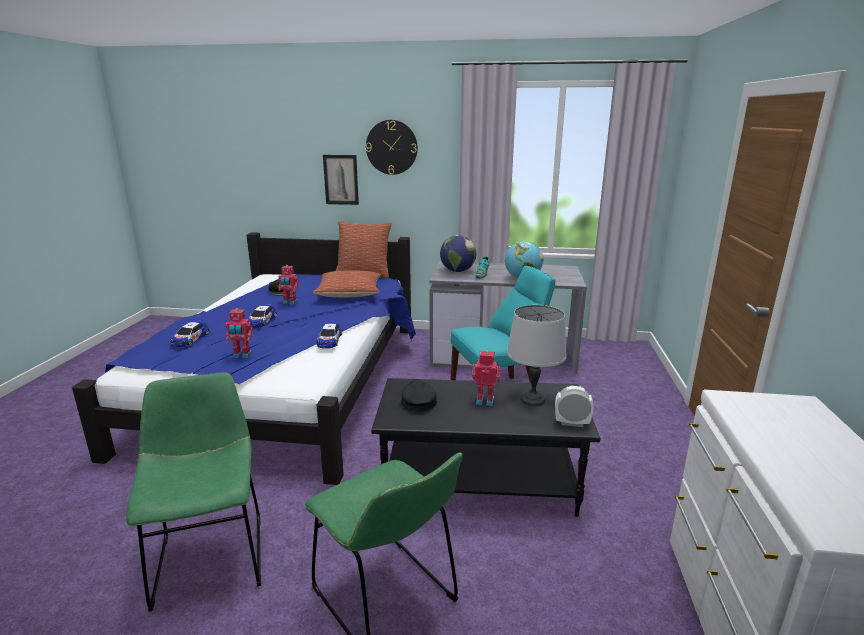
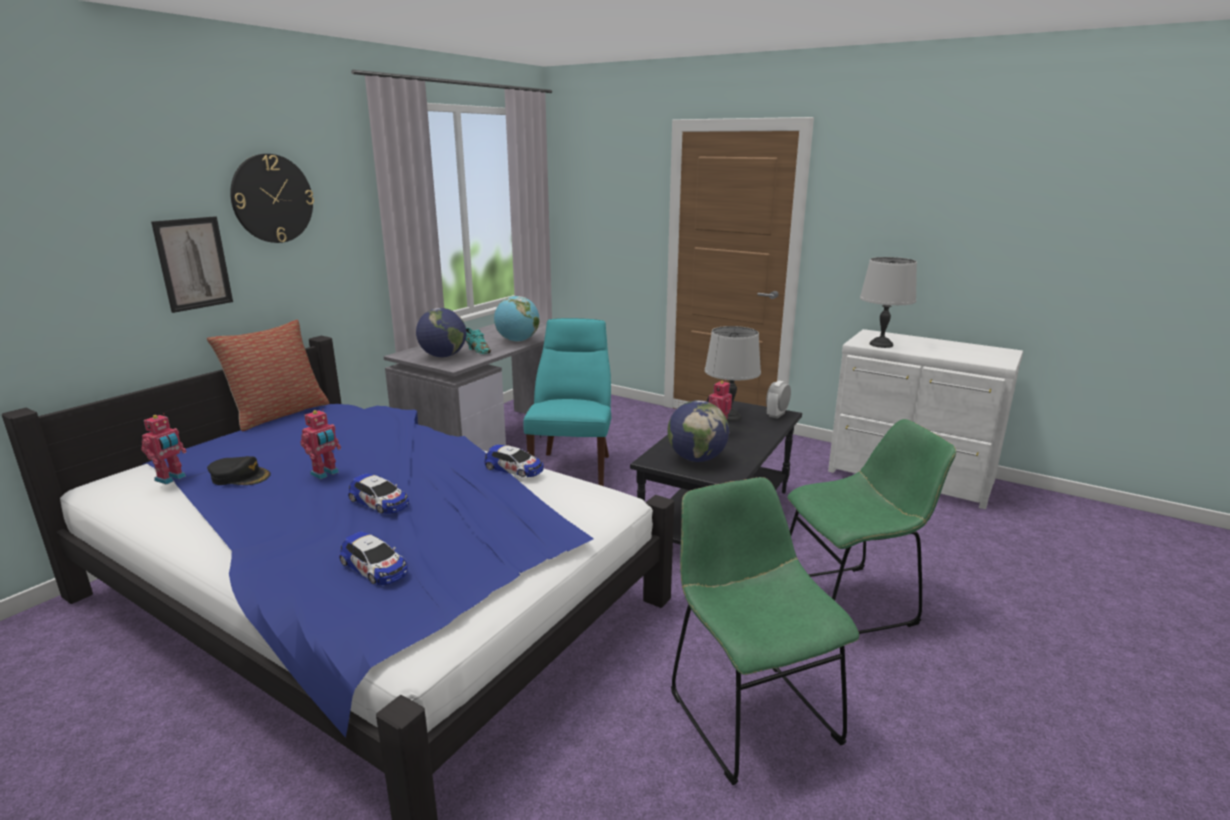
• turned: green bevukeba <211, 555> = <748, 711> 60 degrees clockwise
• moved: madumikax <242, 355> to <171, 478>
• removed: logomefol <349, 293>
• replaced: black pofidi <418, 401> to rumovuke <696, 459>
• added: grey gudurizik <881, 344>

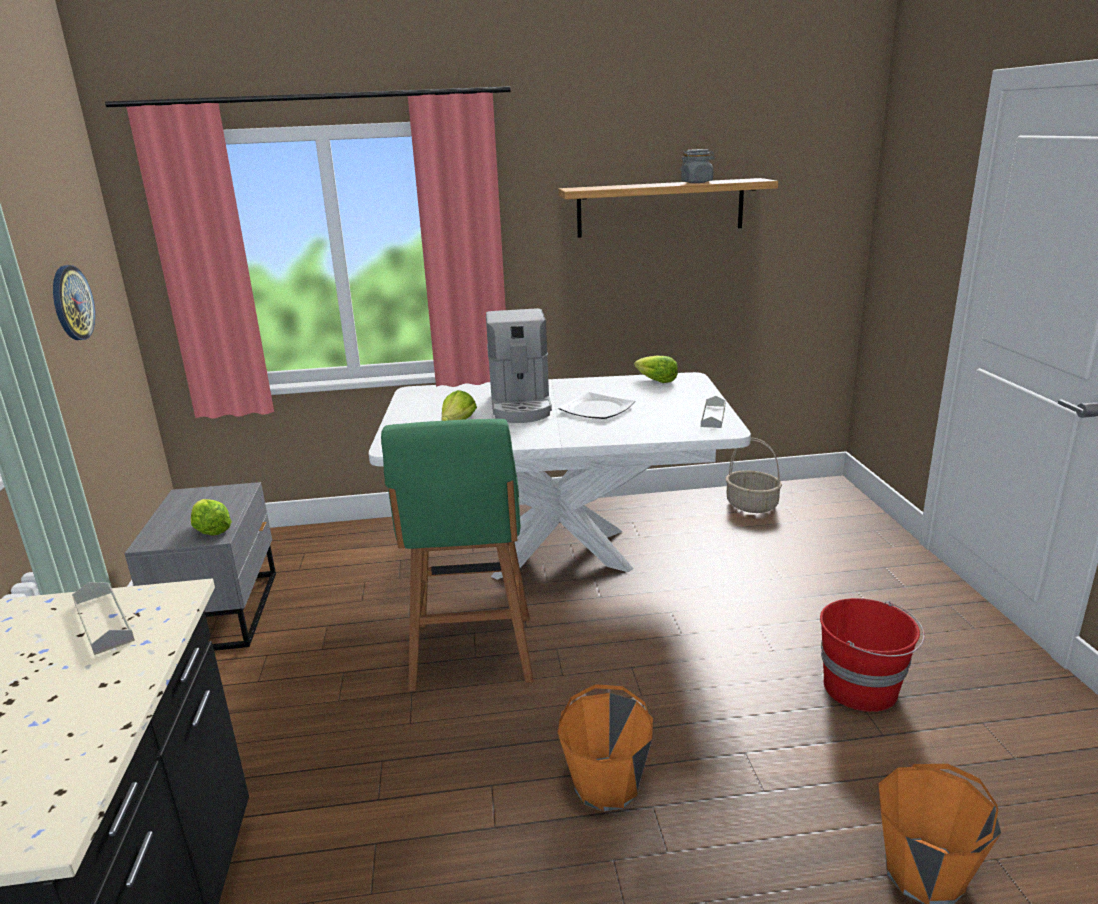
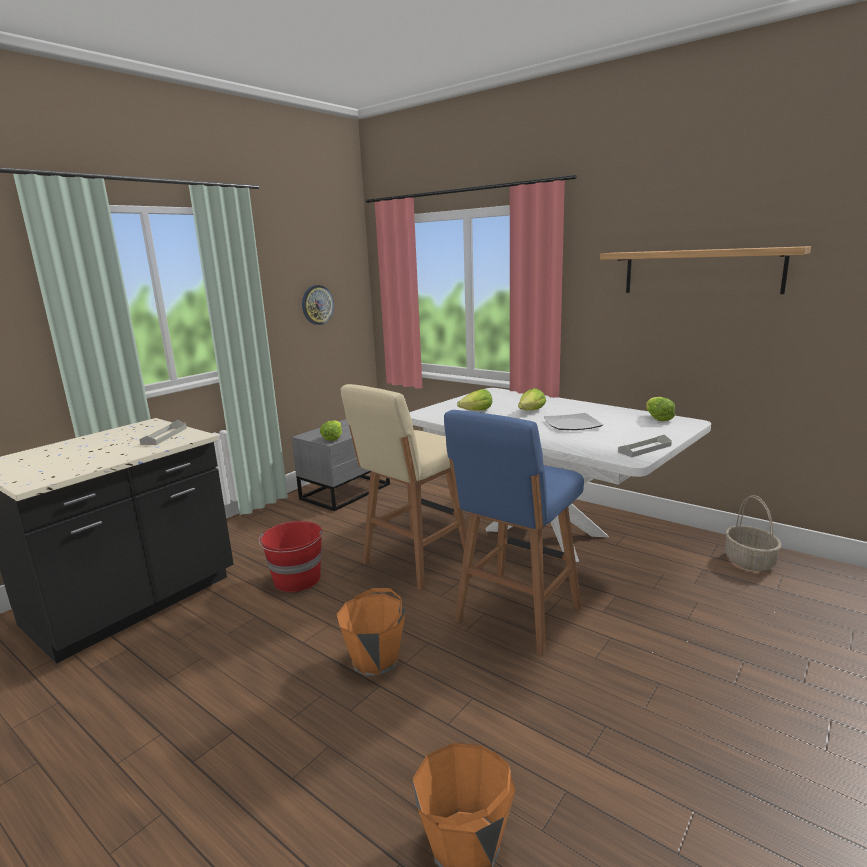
• recoloured: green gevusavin <472, 655> to beige gevusavin <414, 562>
• replaced: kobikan <521, 406> to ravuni <531, 411>
• removed: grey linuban <697, 182>
• moved: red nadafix <862, 688> to <297, 580>
• added: blue gevusavin <516, 616>

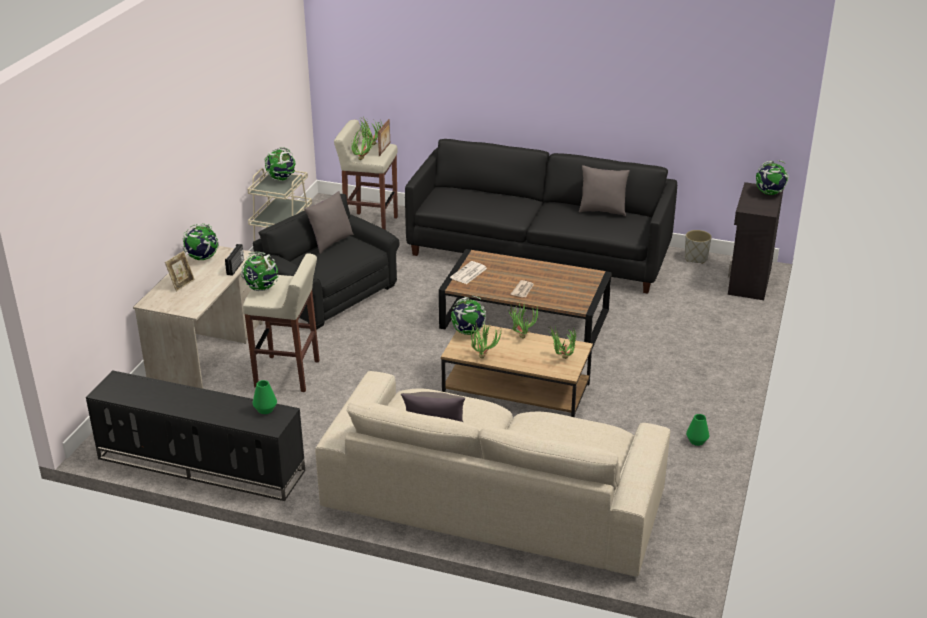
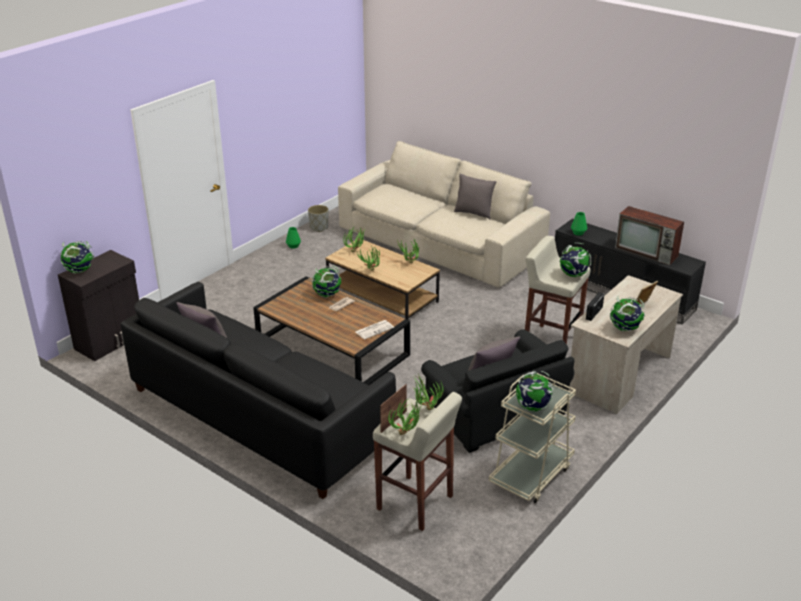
• moved: rumovuke <468, 332> to <327, 294>
• moved: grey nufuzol <696, 258> to <318, 228>
• added: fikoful <647, 252>

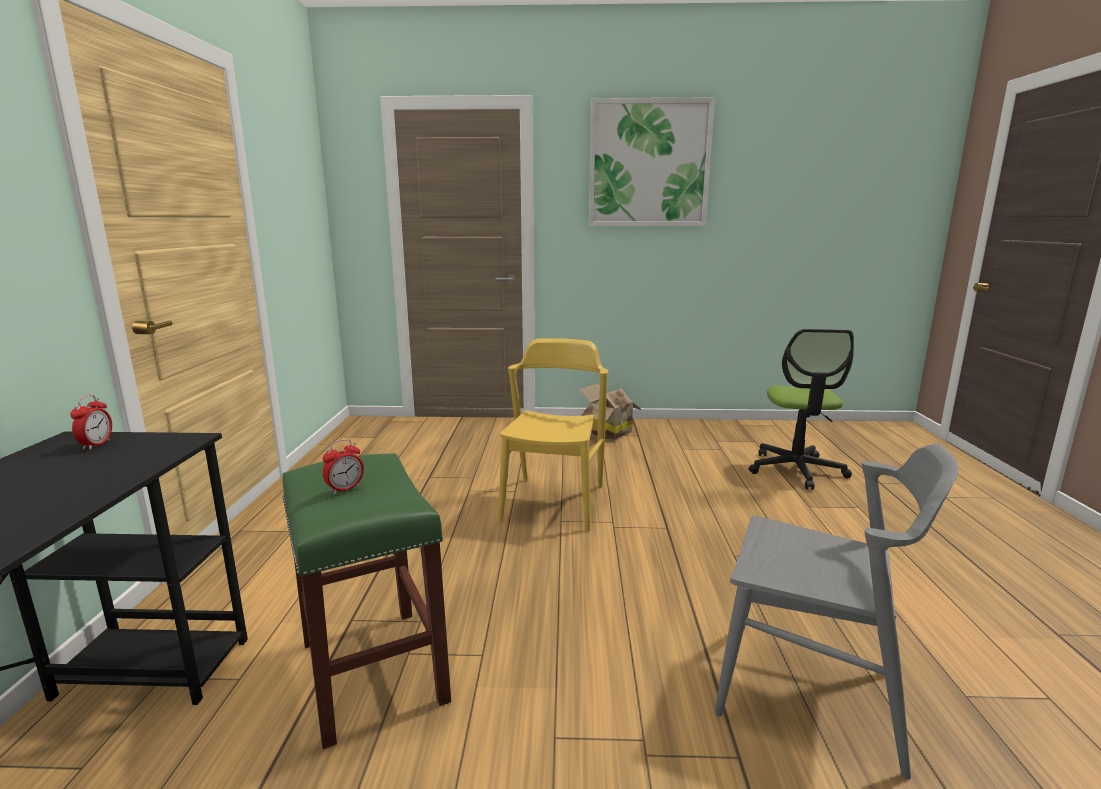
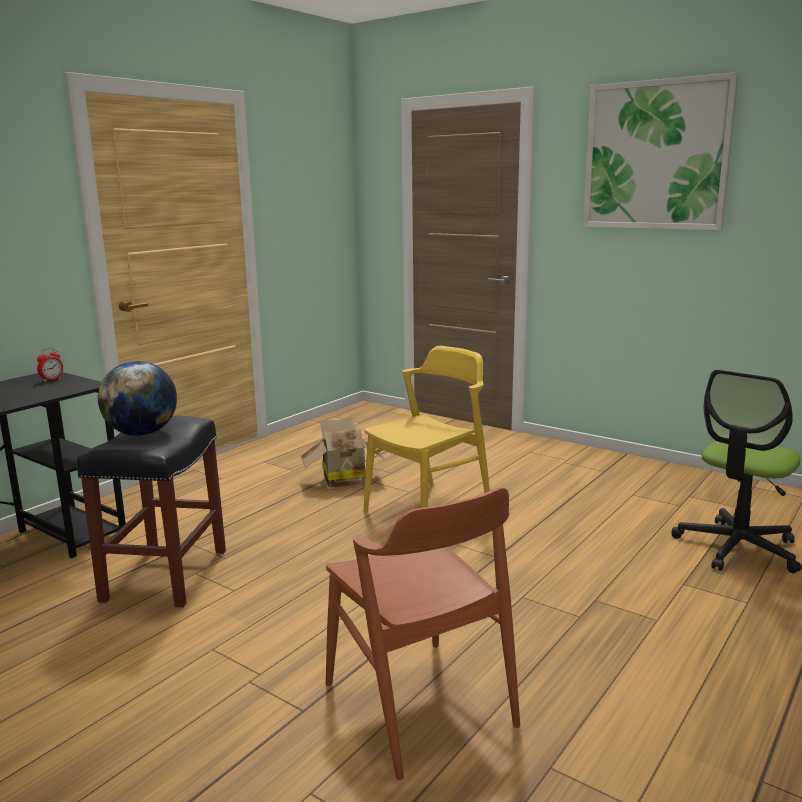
• recoloured: green gevusavin <374, 672> to black gevusavin <165, 576>
• replaced: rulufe <345, 489> to rumovuke <142, 433>
• moved: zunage <607, 433> to <342, 479>
• recoloured: grey bevukeba <811, 691> to brown bevukeba <419, 704>

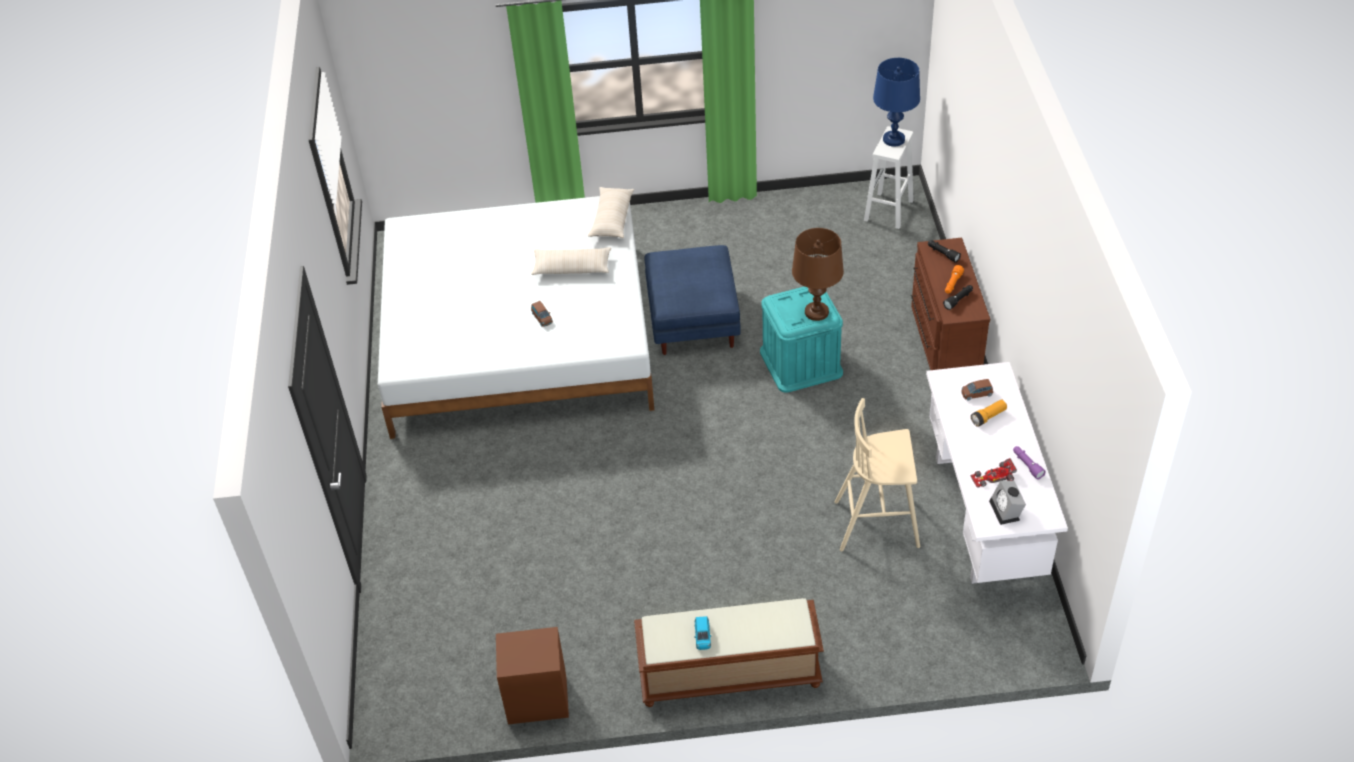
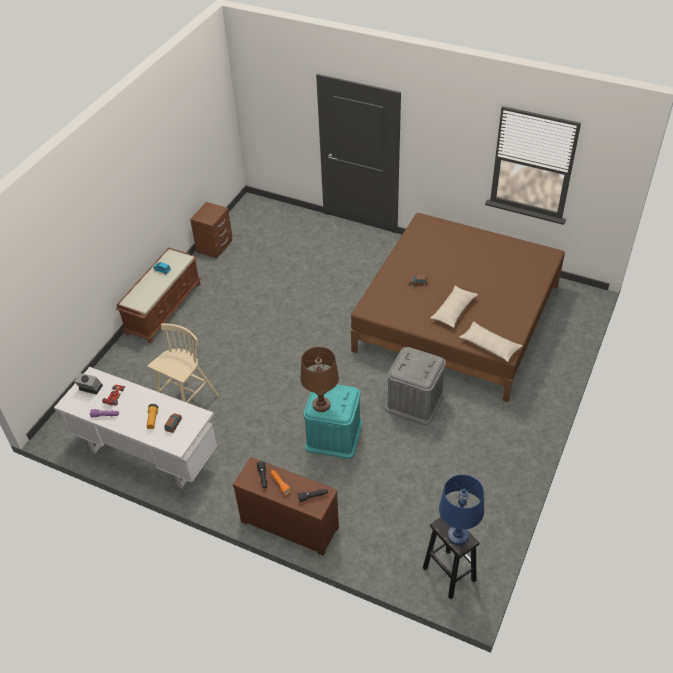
• recoloured: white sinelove <519, 337> to brown sinelove <458, 318>
• replaced: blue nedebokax <692, 318> to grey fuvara <415, 401>
• recoloured: white gevusavin <888, 211> to black gevusavin <448, 573>

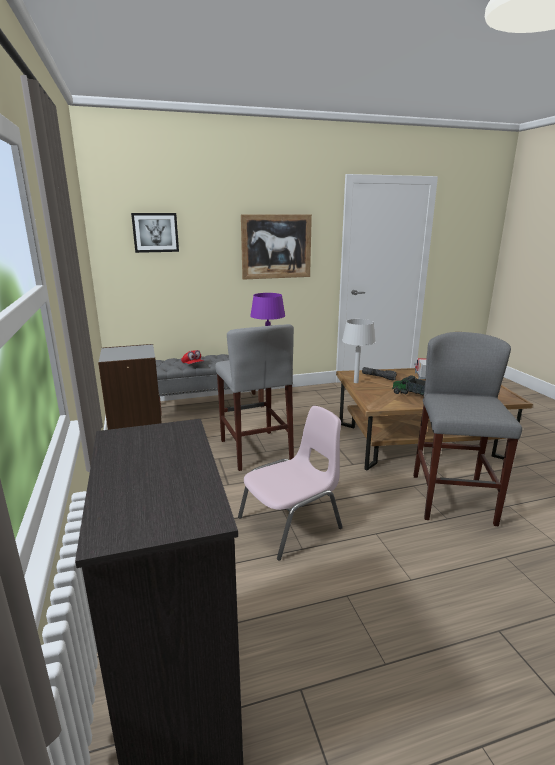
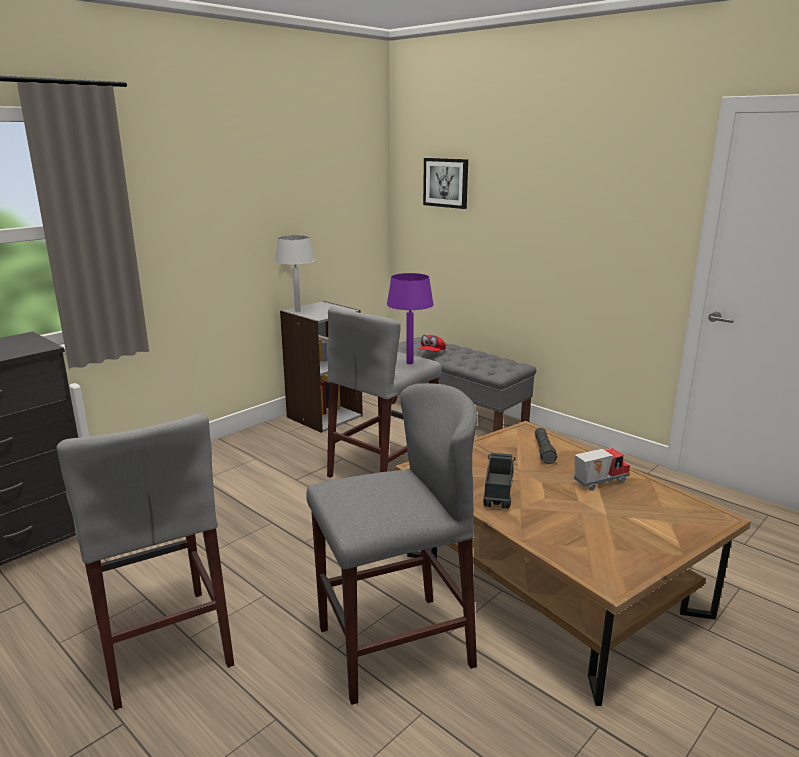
• removed: pink bevukeba <291, 523>
• removed: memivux <276, 246>
• moved: grey gudurizik <356, 382> to <298, 311>
• added: grey gevusavin <163, 643>

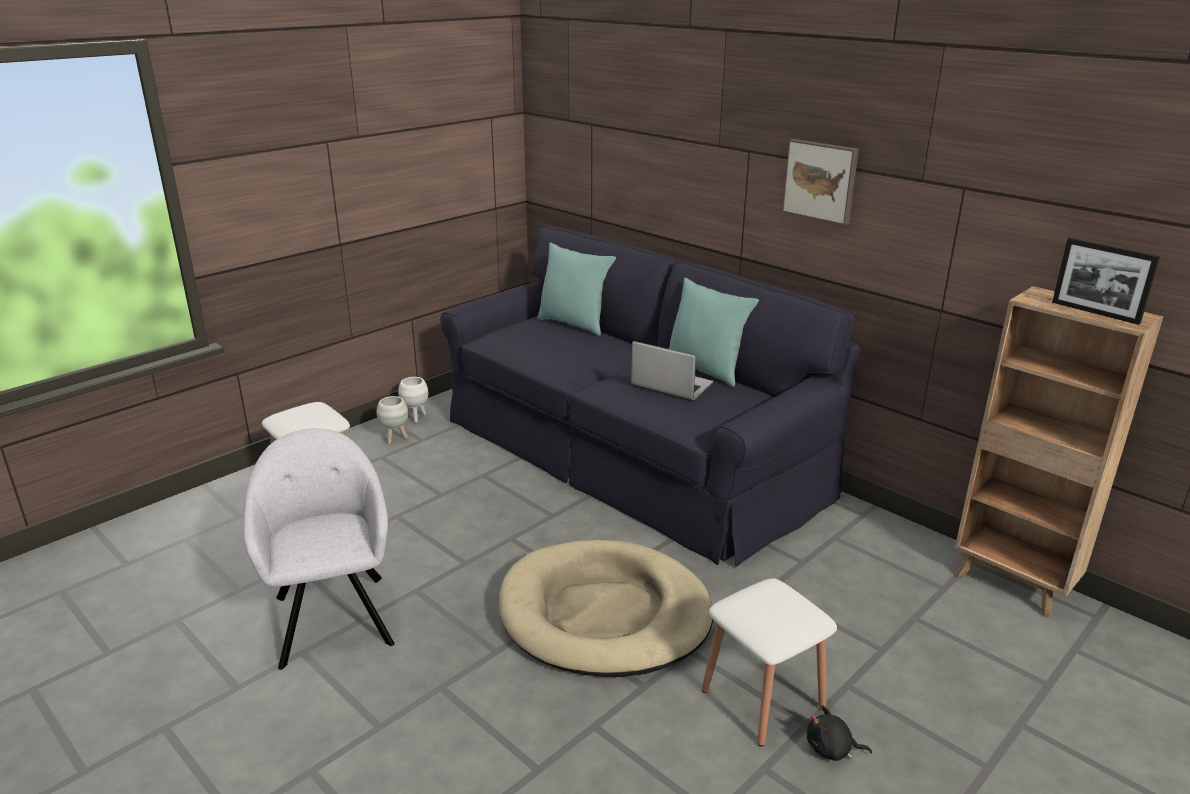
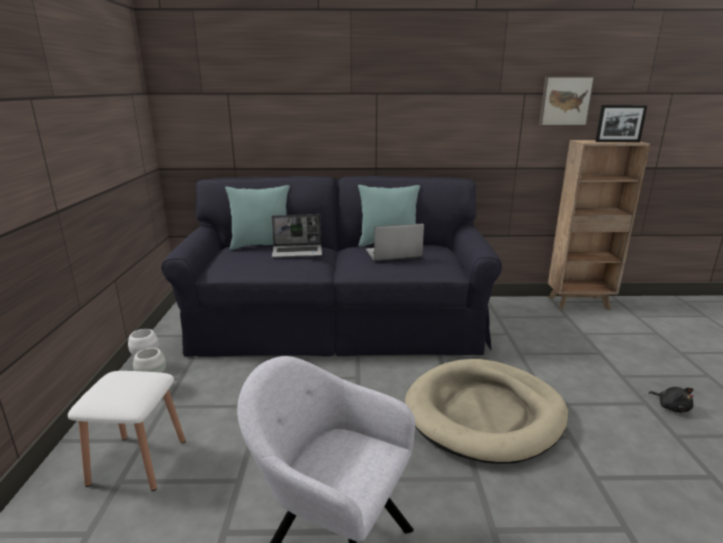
• removed: white gevusavin <762, 698>
• moved: memivux <821, 180> to <565, 101>
• turned: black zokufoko <832, 749> = <671, 407> 90 degrees counterclockwise
• added: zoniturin <298, 252>

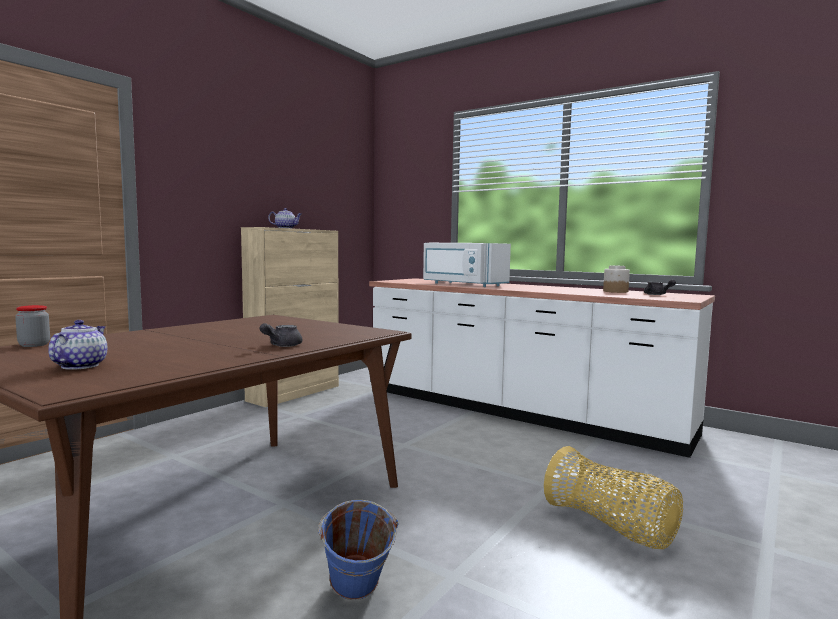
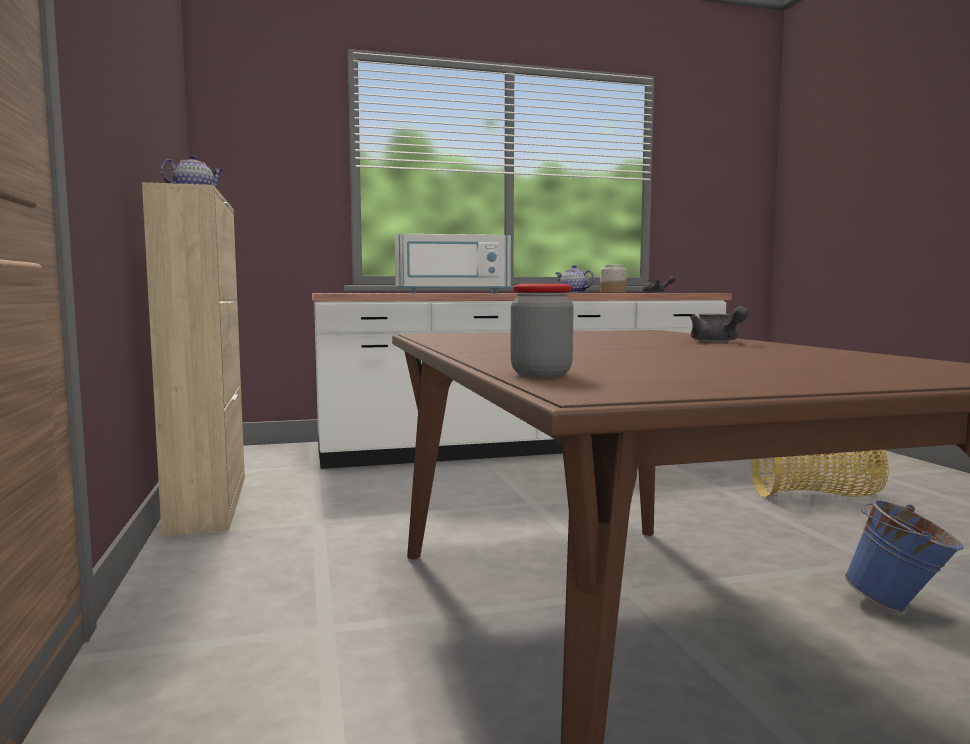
• moved: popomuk <80, 366> to <573, 293>

